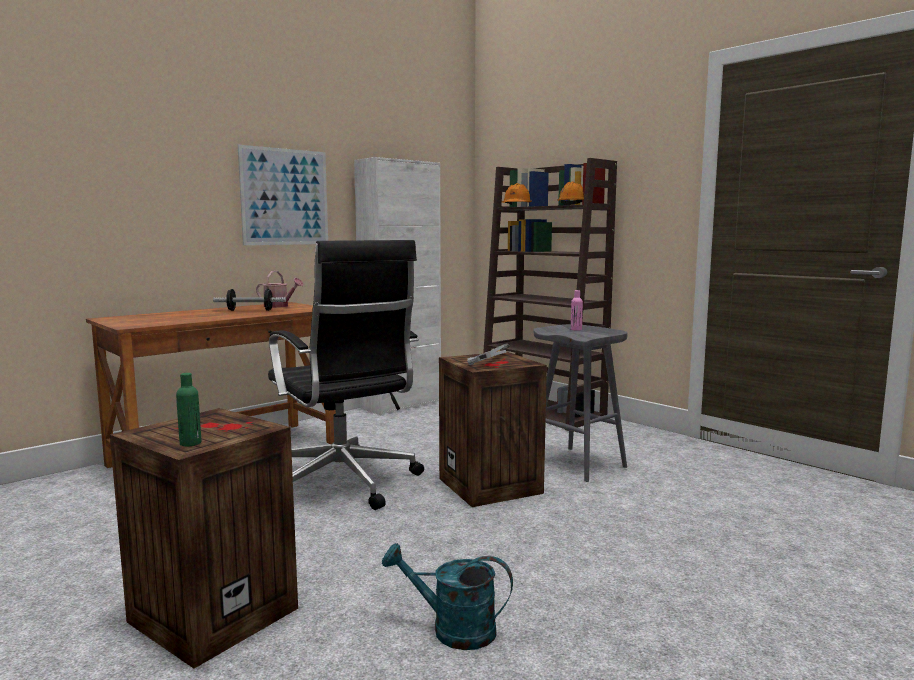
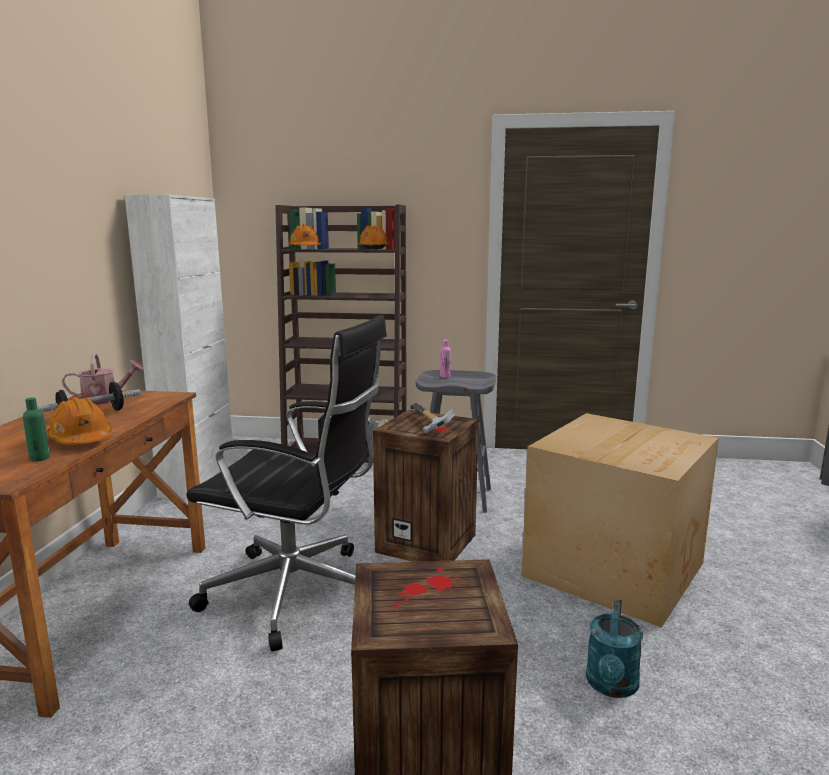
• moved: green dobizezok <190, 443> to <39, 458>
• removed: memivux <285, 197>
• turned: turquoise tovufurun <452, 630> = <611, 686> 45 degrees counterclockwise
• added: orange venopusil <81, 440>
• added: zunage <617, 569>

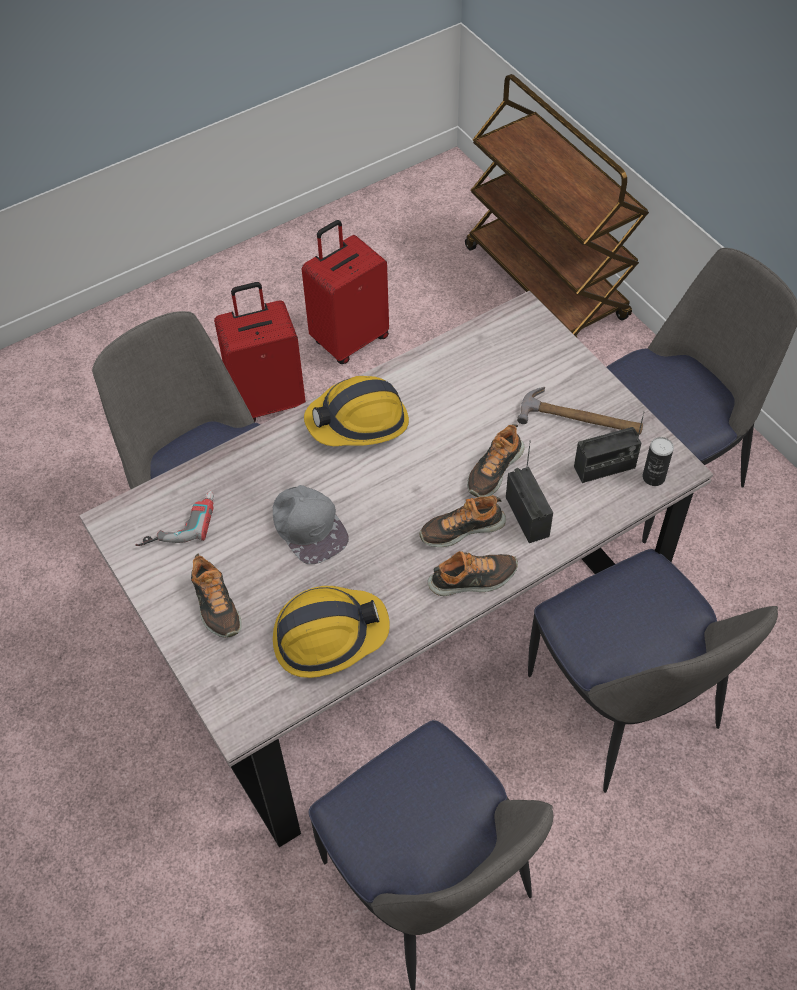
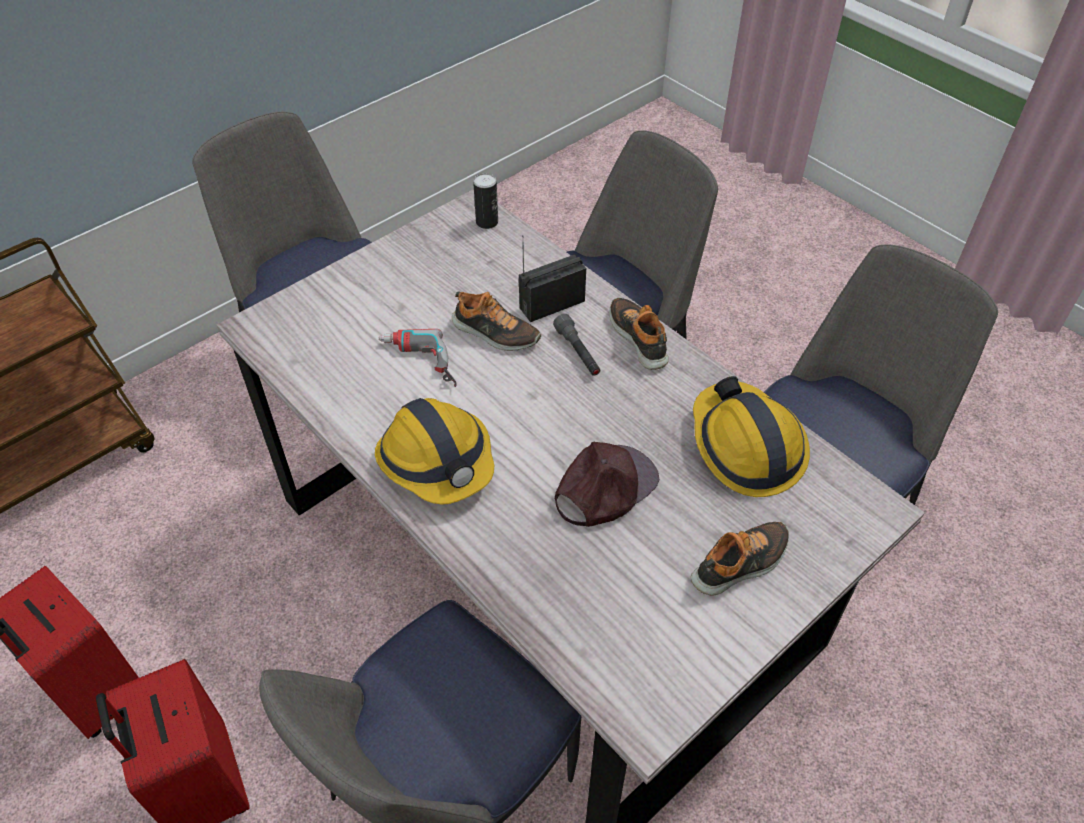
• moved: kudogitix <177, 522> to <417, 364>
• recoloured: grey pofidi <309, 526> to brown pofidi <605, 487>
• replaced: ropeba <461, 528> to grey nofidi <578, 352>
• removed: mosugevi <581, 418>
• removed: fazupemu <604, 467>

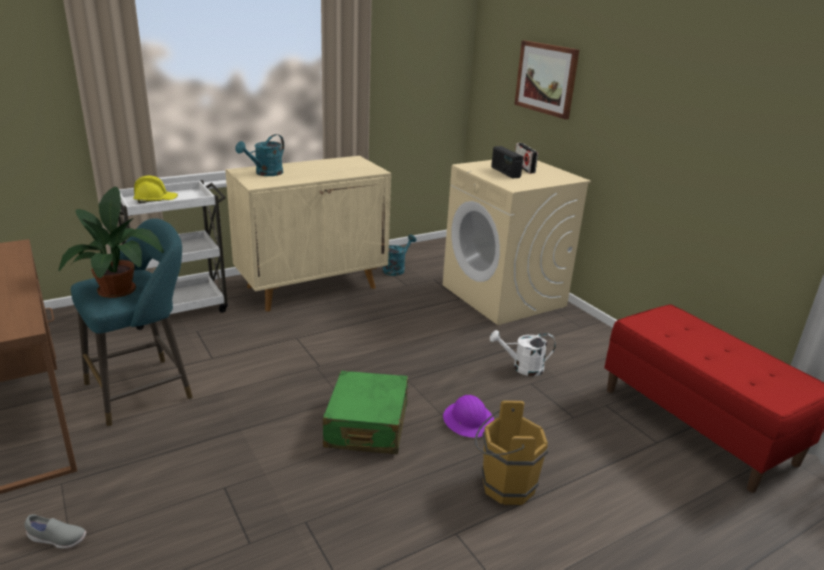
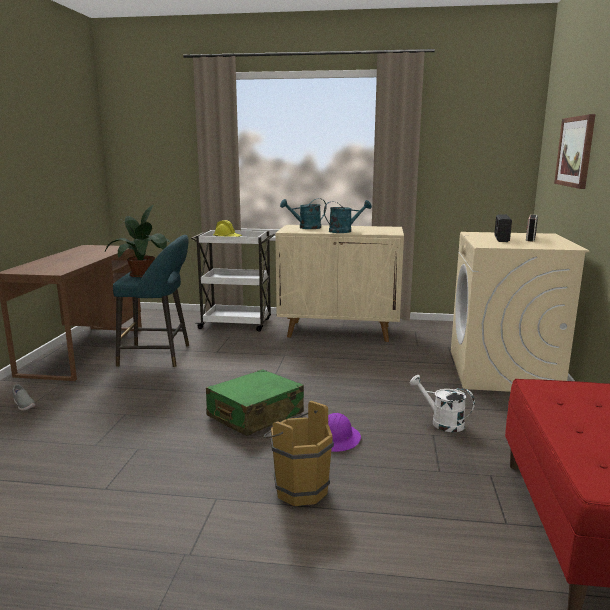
• moved: turquoise tovufurun <396, 269> to <344, 231>

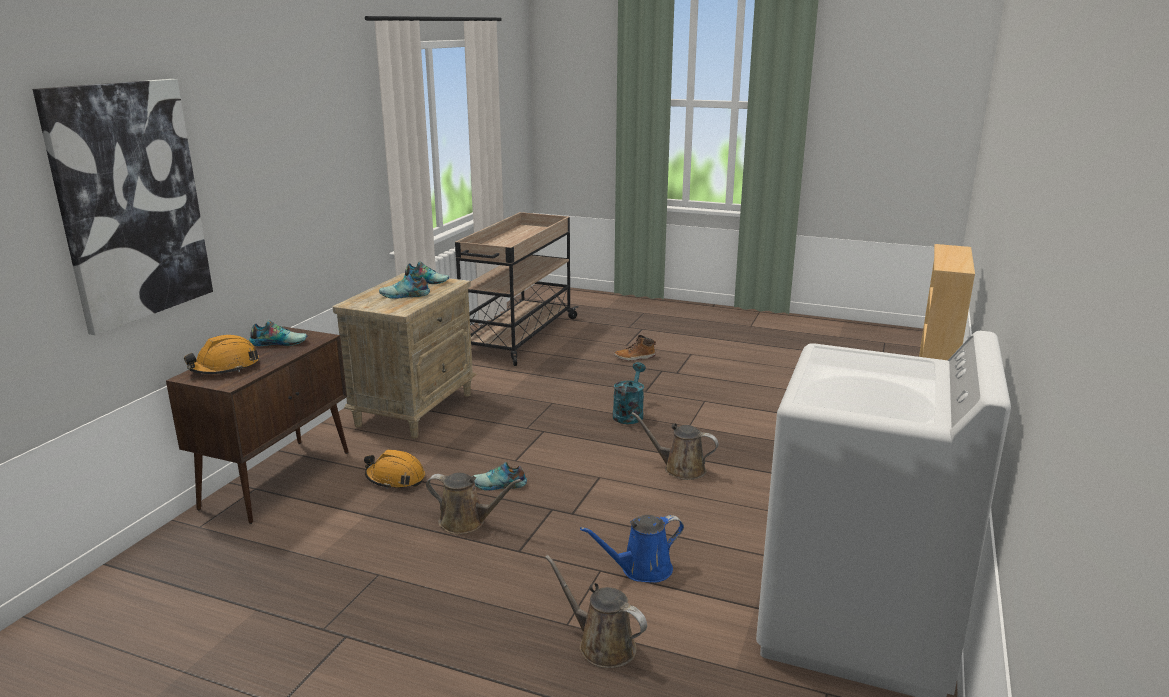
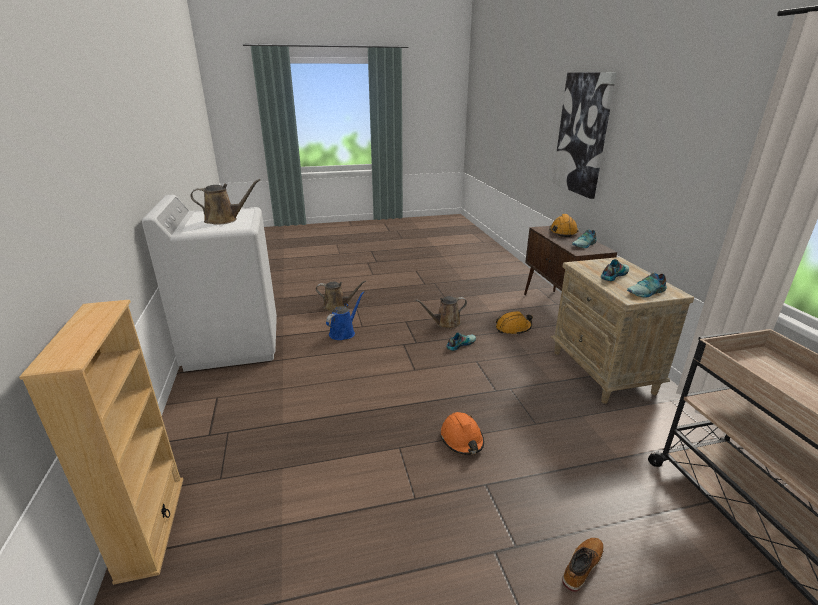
• replaced: turquoise tovufurun <629, 414> to orange venopusil <462, 439>
• moved: brown tovufurun <680, 469> to <224, 220>

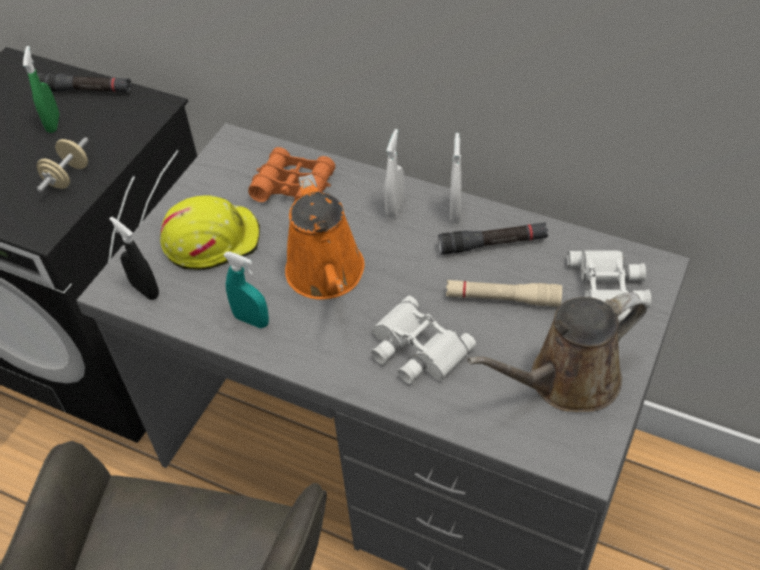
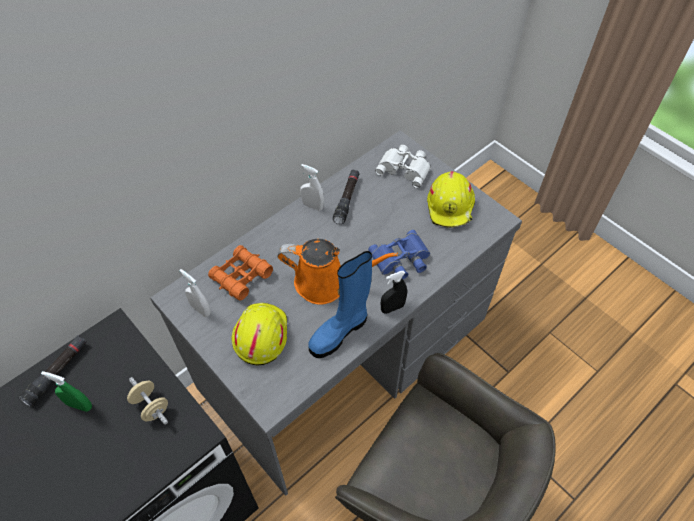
• moved: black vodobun <145, 290> to <392, 308>
• replaced: turquoise vodobun <251, 320> to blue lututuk <340, 332>
• recoloured: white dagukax <415, 349> to blue dagukax <401, 259>
• moved: white vodobun <395, 207> to <200, 309>
• removed: beige nofidi <502, 298>
• replaced: brown tovufurun <566, 381> to yellow venopusil <451, 206>

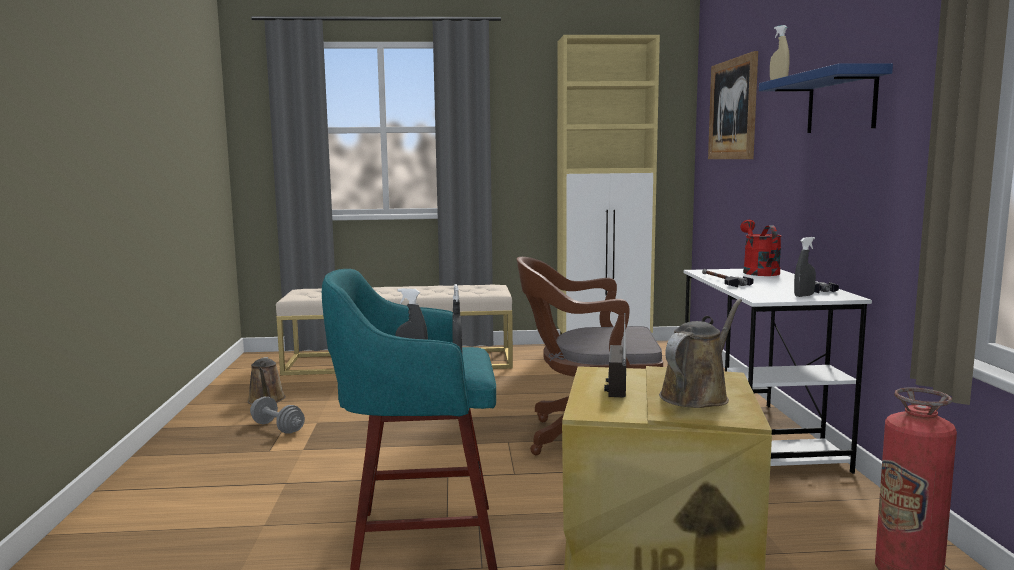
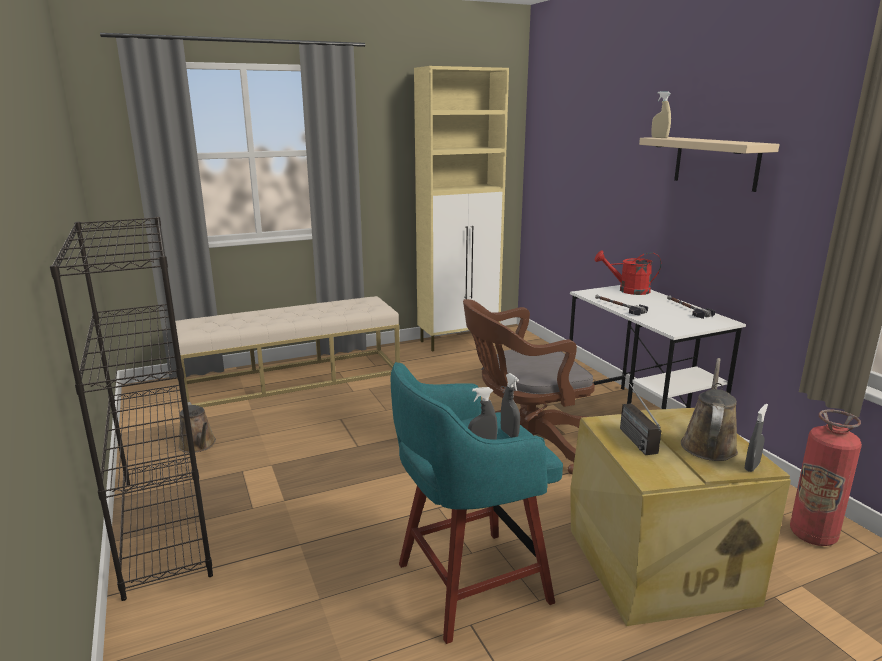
• removed: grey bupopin <277, 428>
• removed: memivux <732, 109>
• turned: red tovufurun <758, 272> = <628, 290> 60 degrees counterclockwise
• recoloured: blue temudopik <841, 102> to beige temudopik <716, 163>
• moved: grey vodobun <804, 295> to <752, 467>
• added: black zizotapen <163, 524>

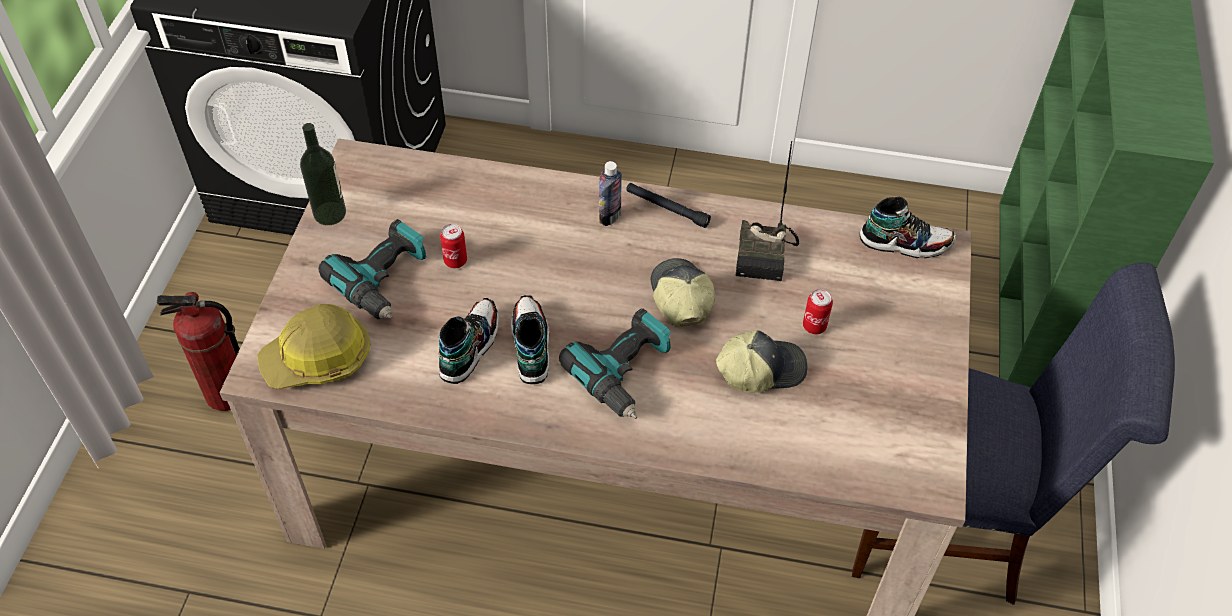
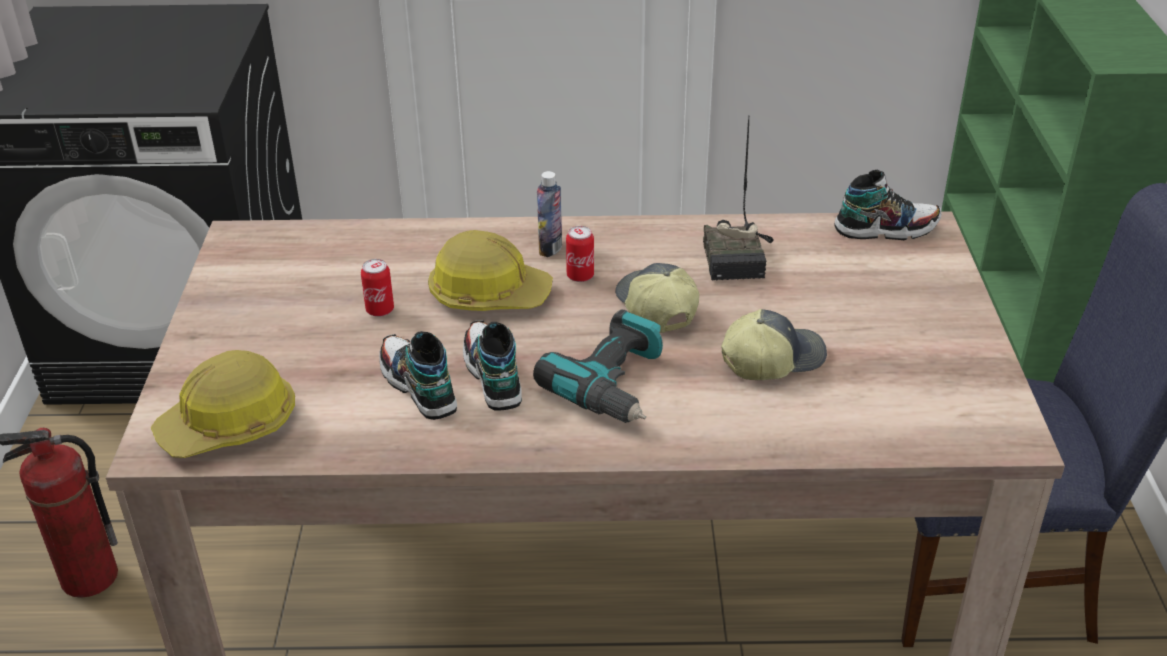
• removed: dobizezok <330, 213>
• removed: kudogitix <385, 280>
• turned: ropeba <469, 347> = <418, 387> 45 degrees counterclockwise
• removed: black nofidi <667, 208>
• moved: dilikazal <814, 326> to <580, 276>
• added: venopusil <489, 294>

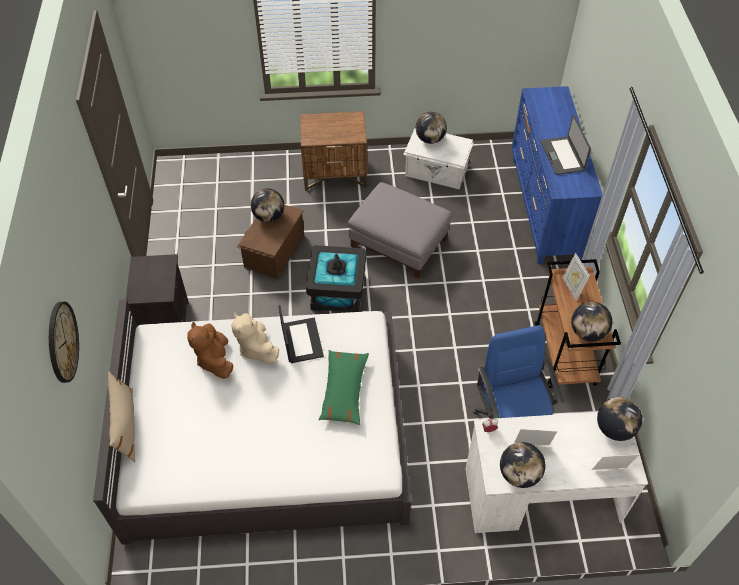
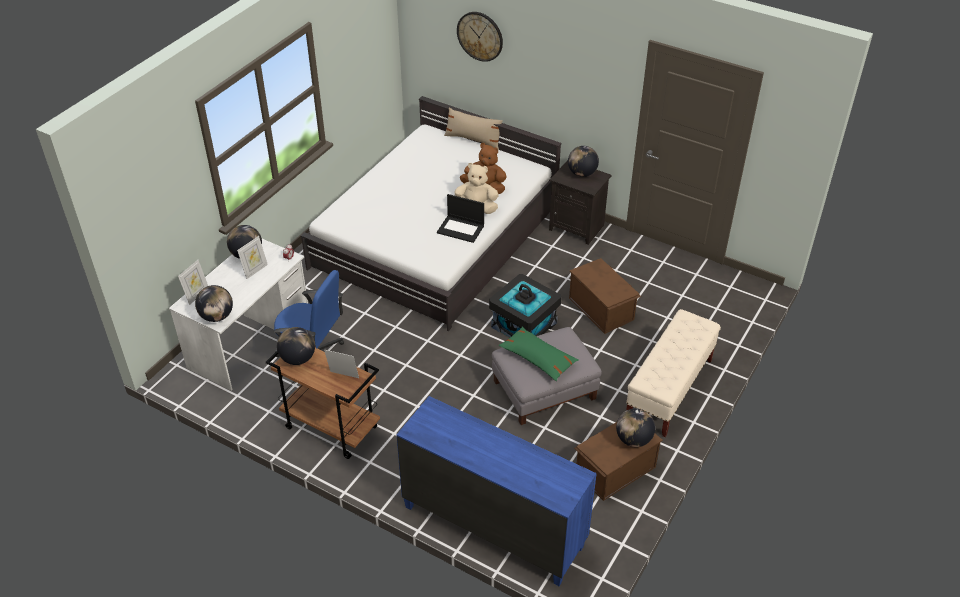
• moved: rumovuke <269, 216> to <582, 173>
• replaced: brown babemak <335, 174> to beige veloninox <669, 390>
• moved: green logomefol <344, 391> to <538, 358>
• recoloured: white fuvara <437, 171> to brown fuvara <614, 469>
• removed: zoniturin <563, 156>

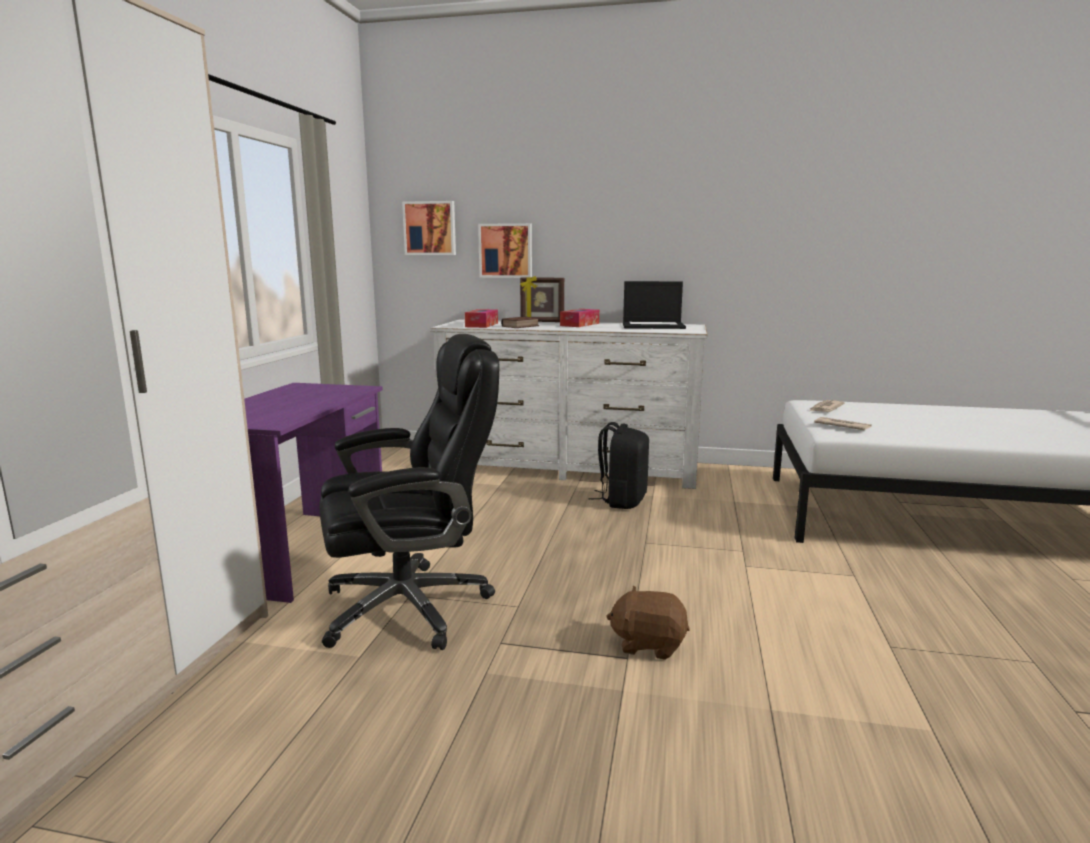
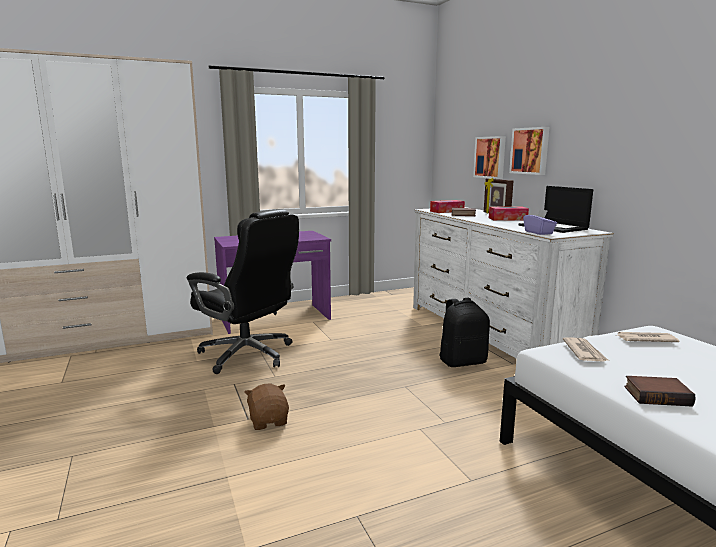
• moved: memivux <430, 228> to <530, 151>
• added: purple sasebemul <539, 233>
• added: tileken <657, 395>

